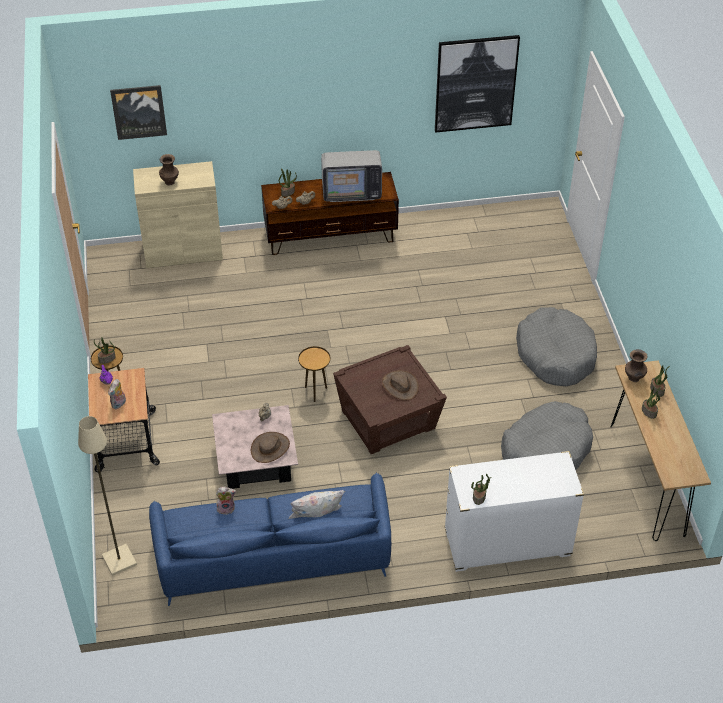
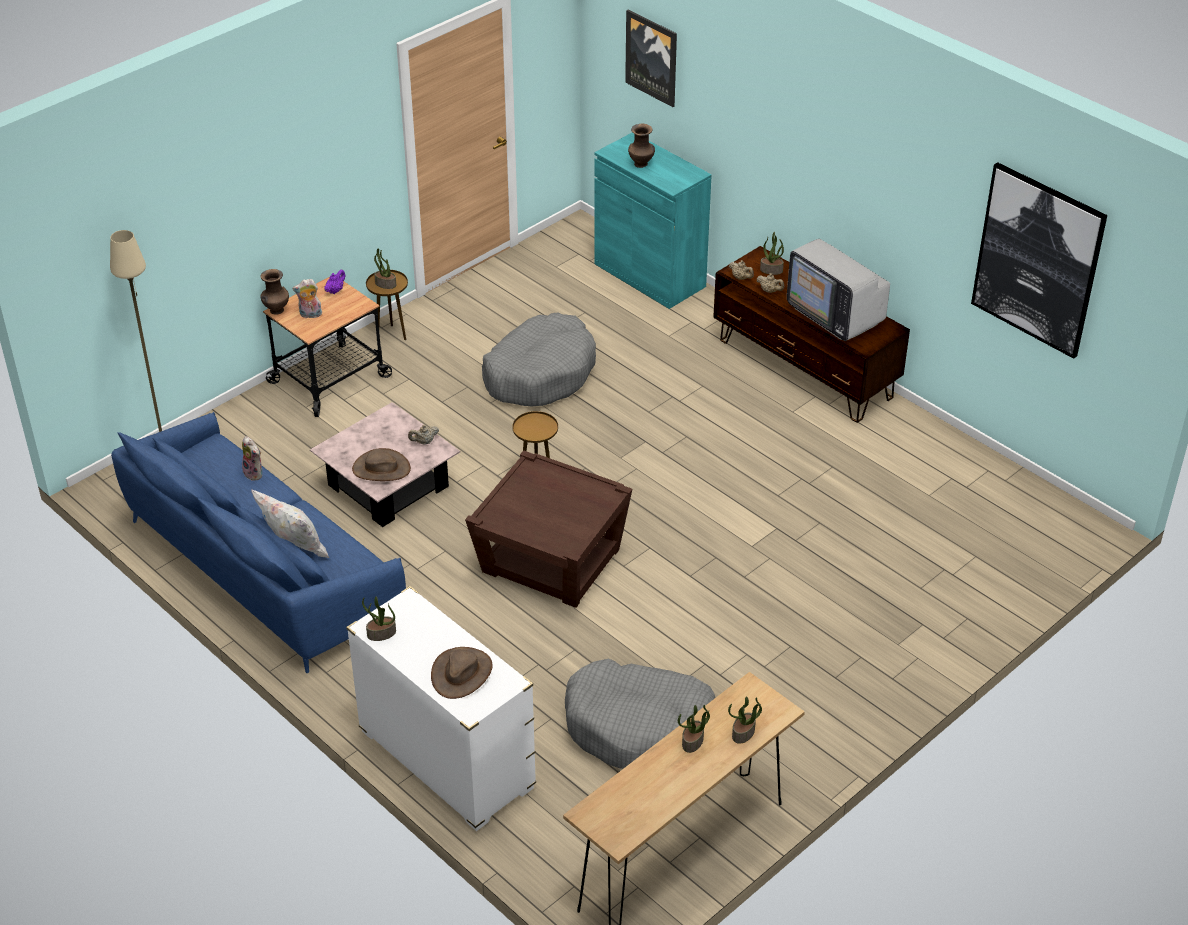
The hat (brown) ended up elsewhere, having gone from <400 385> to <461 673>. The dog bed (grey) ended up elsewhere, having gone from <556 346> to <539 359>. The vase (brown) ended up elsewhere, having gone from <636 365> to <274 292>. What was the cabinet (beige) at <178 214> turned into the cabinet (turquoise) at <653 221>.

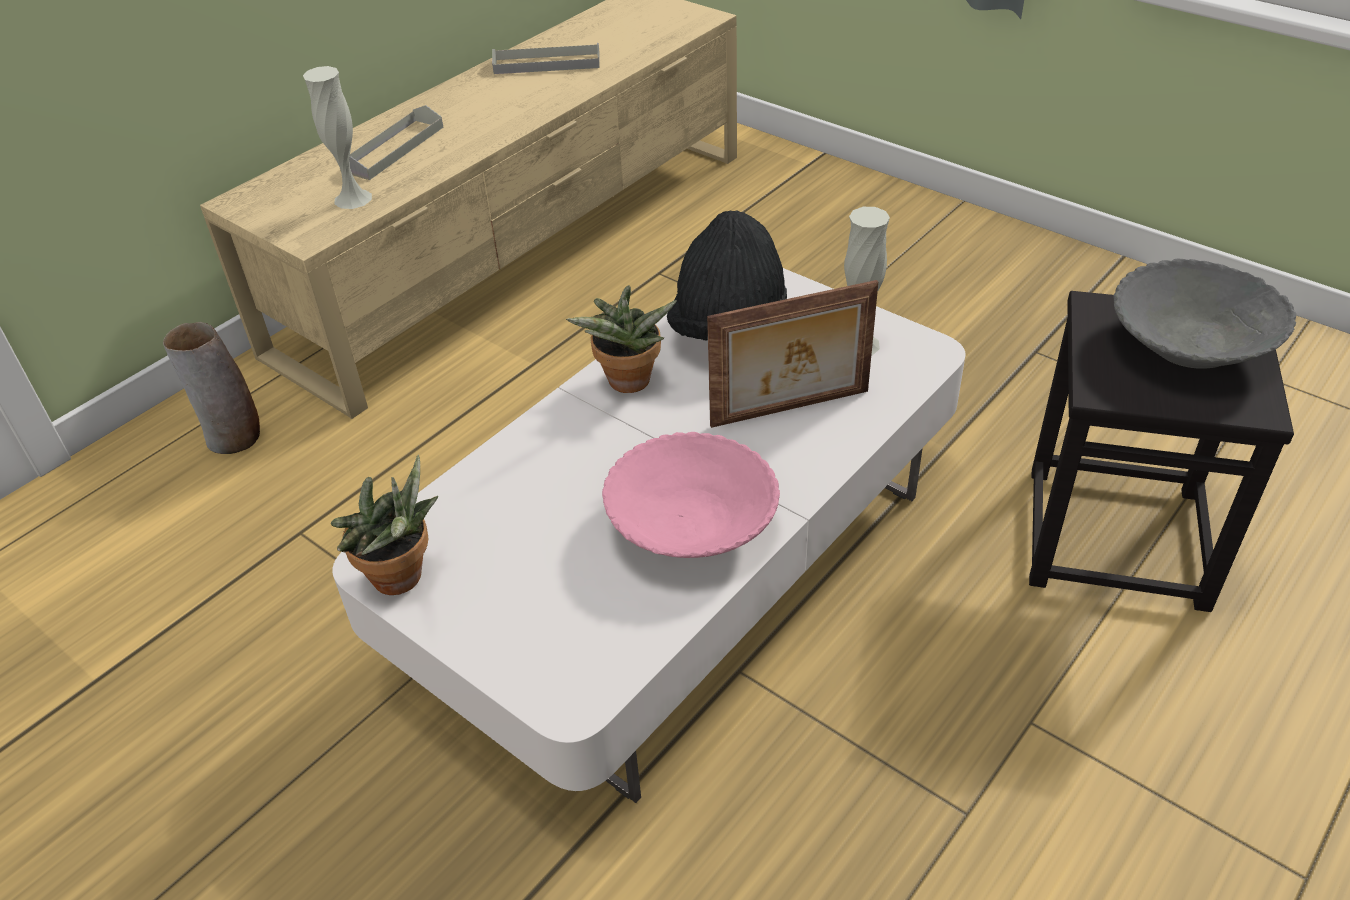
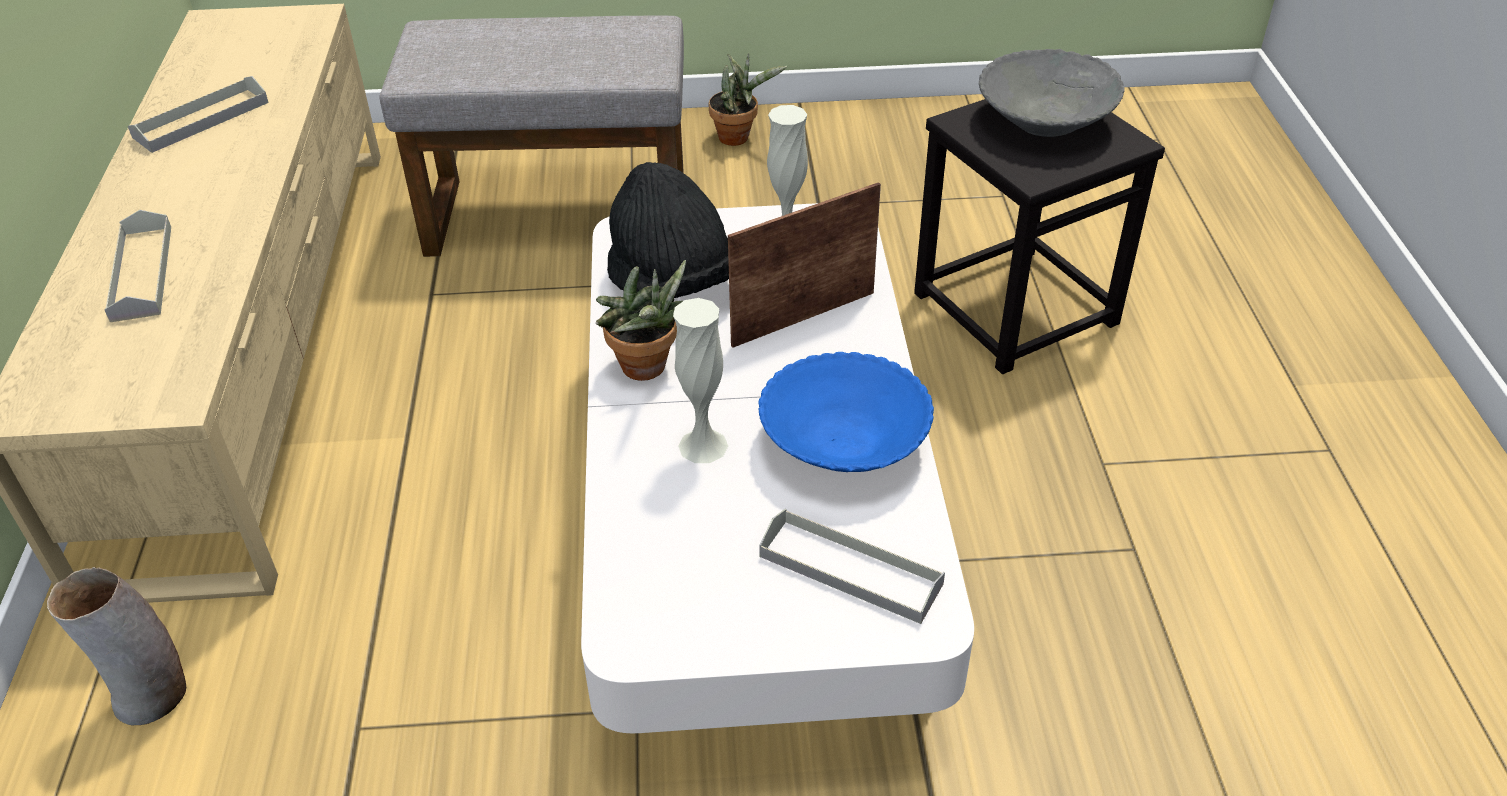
The second view gained the ottoman (grey) at <532 136>. The second view gained the tray (grey) at <852 566>. The vase (white) ended up elsewhere, having gone from <337 137> to <700 380>. The potted plant ended up elsewhere, having gone from <384 525> to <748 99>. What was the bowl (pink) at <691 495> turned into the bowl (blue) at <846 412>. The picture frame at <792 354> ended up facing another way, 150 degrees counterclockwise from before.

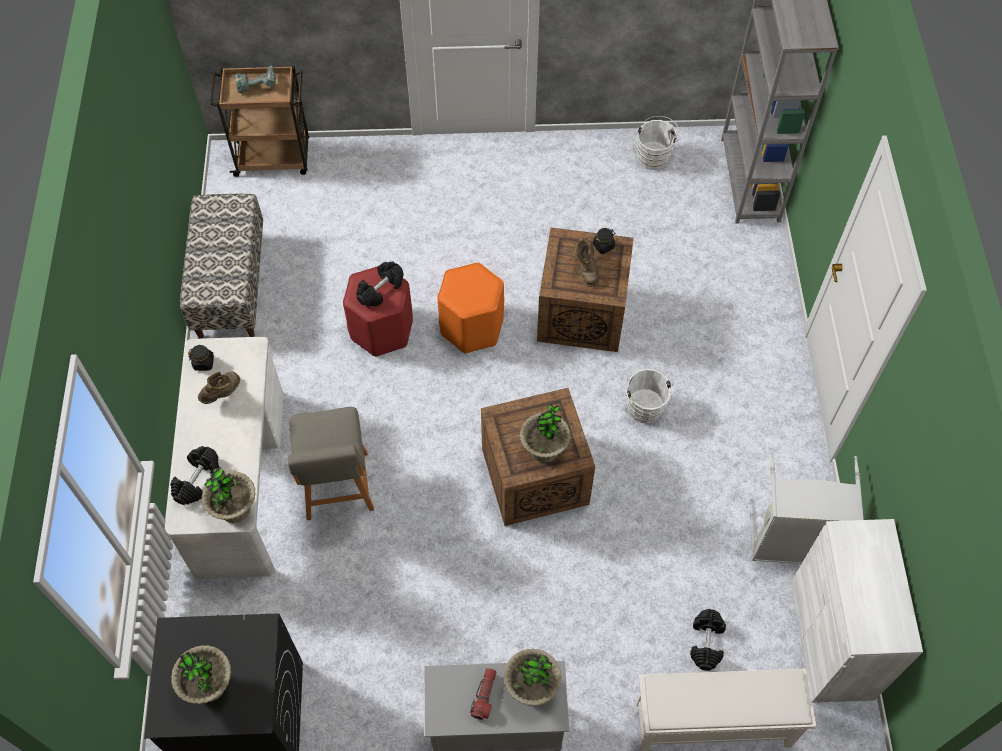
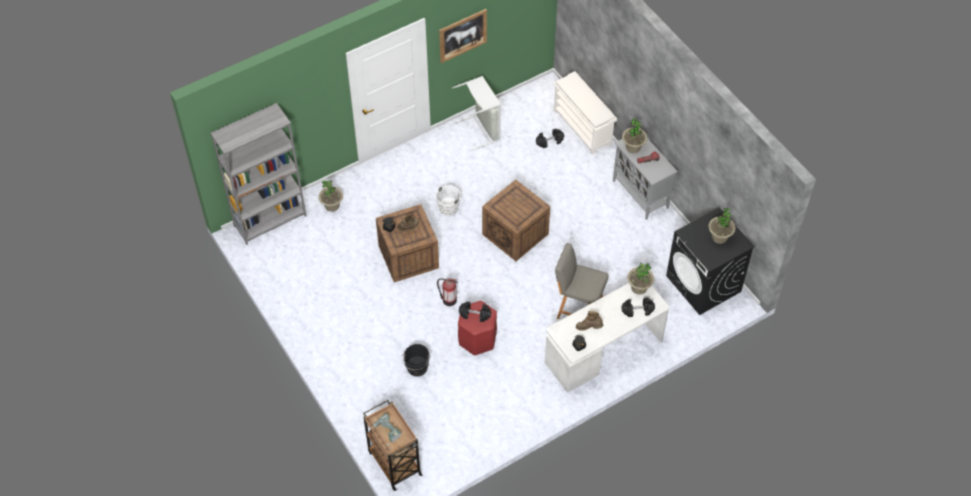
The second view lost the bench at <221 266>. The second view lost the bucket (white) at <658 143>. The second view lost the cabinet (white) at <857 611>. The second view gained the bucket (black) at <416 360>. The second view gained the picture at <463 36>. The potted plant ended up elsewhere, having gone from <545 433> to <331 196>. Where the stool (orange) stood at <470 308>, the fire extinguisher came to stand at <447 292>. The chair (grey) at <331 463> ended up facing another way, 120 degrees counterclockwise from before.

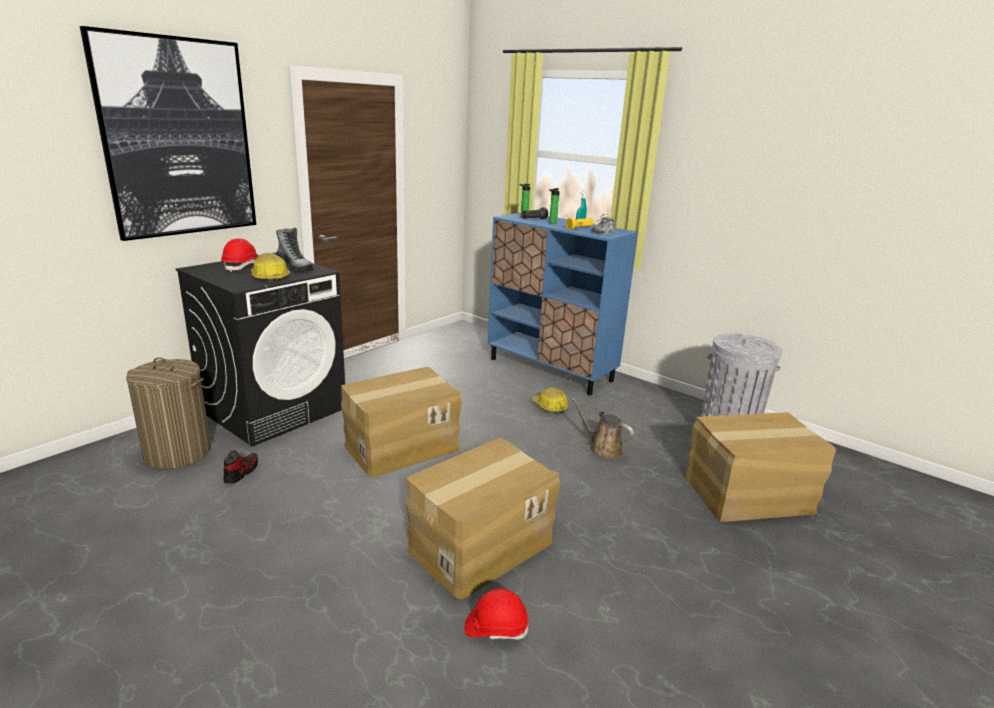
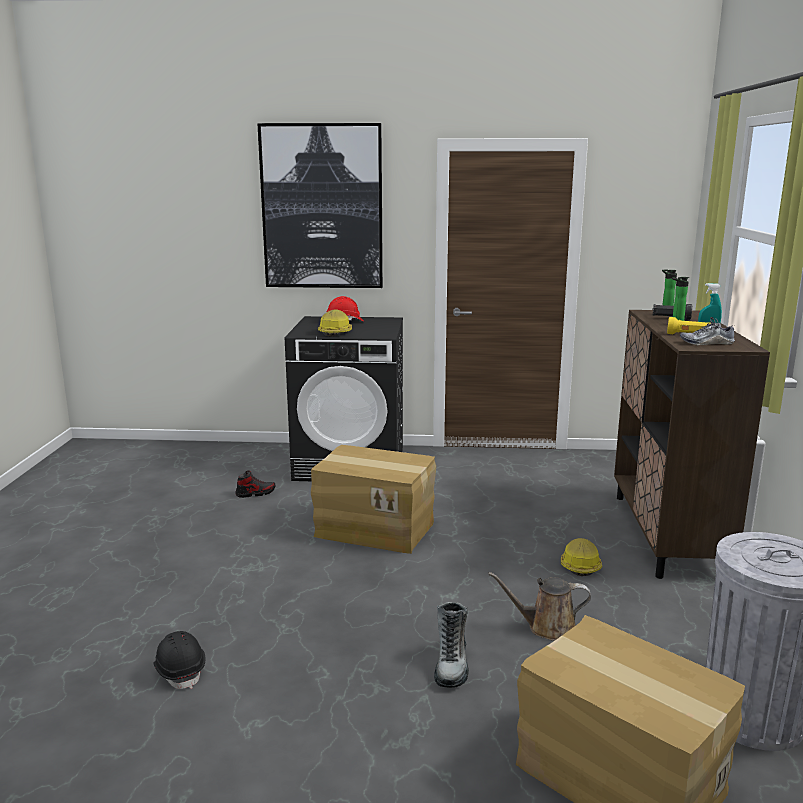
The second view lost the laundry basket at <168 413>. The second view lost the cardboard box at <482 519>. The boot ended up elsewhere, having gone from <295 250> to <451 645>. What was the hard hat (red) at <496 613> turned into the hard hat (black) at <179 660>. What was the cabinet (blue) at <563 304> turned into the cabinet (brown) at <692 444>. The watering can (brown) at <602 428> ended up facing another way, 90 degrees counterclockwise from before.

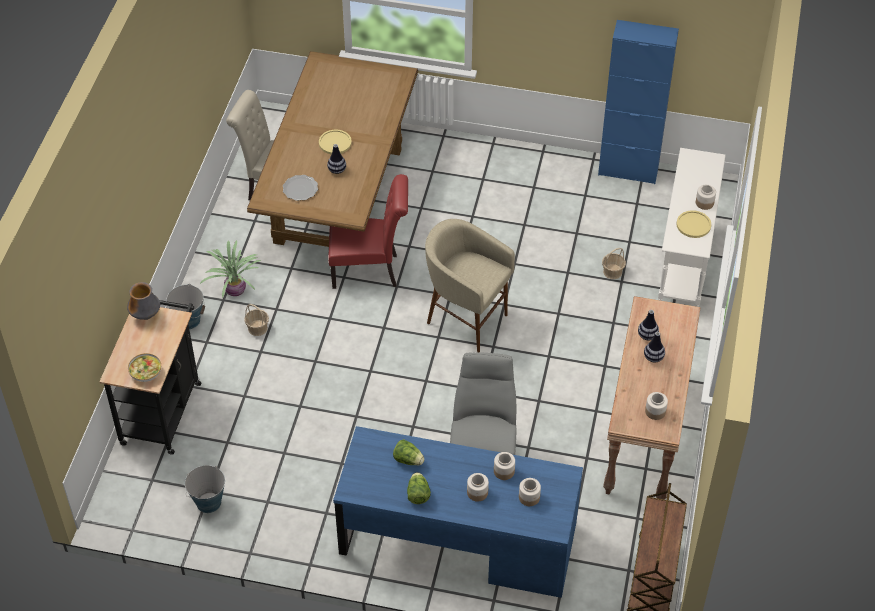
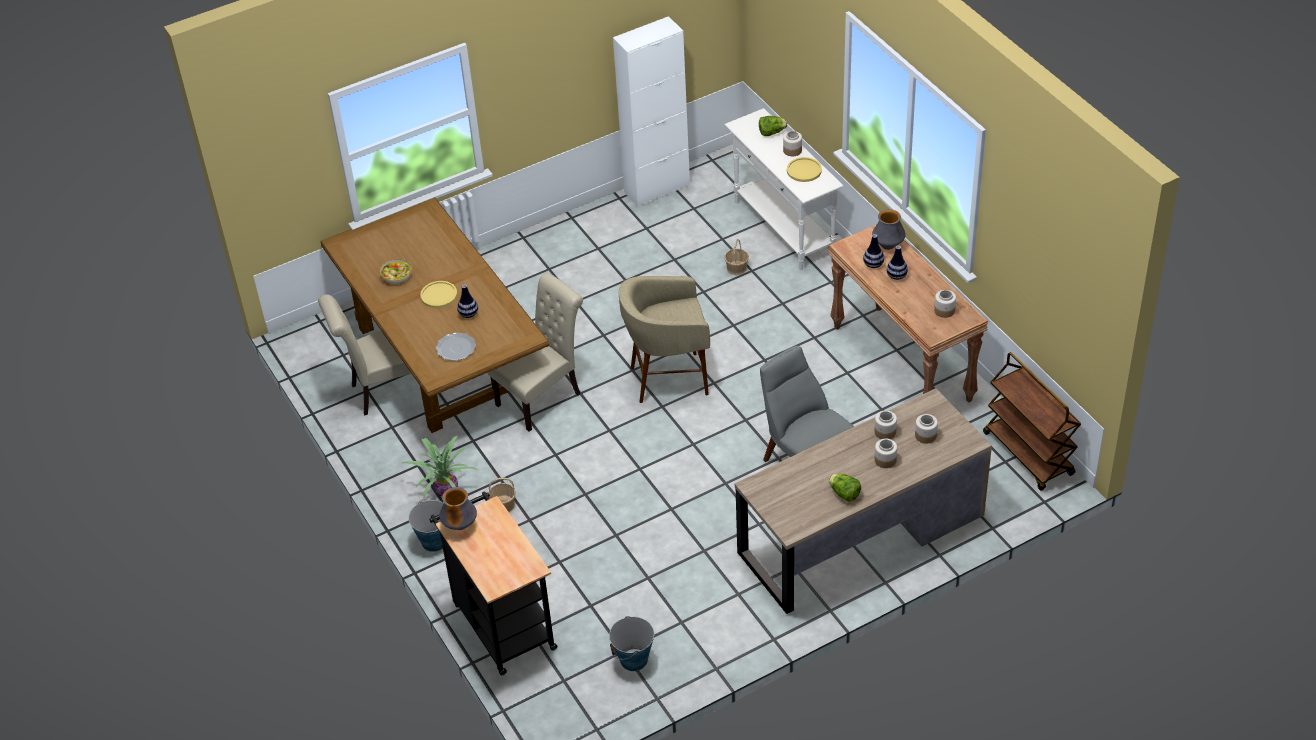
The second view gained the vase at <889 229>. The bowl ended up elsewhere, having gone from <144 367> to <396 271>. The lettuce ended up elsewhere, having gone from <409 452> to <773 126>. What was the chair (red) at <368 231> turned into the chair (beige) at <535 352>. What was the desk (blue) at <458 512> turned into the desk (brown) at <863 501>. What was the cabinet (blue) at <638 102> turned into the cabinet (white) at <651 111>.

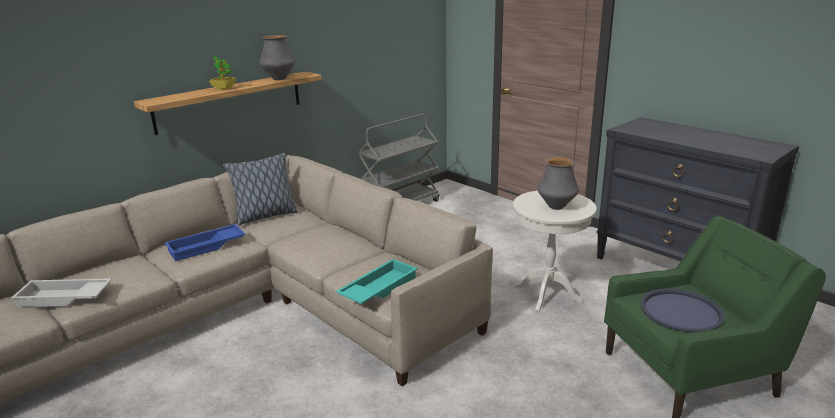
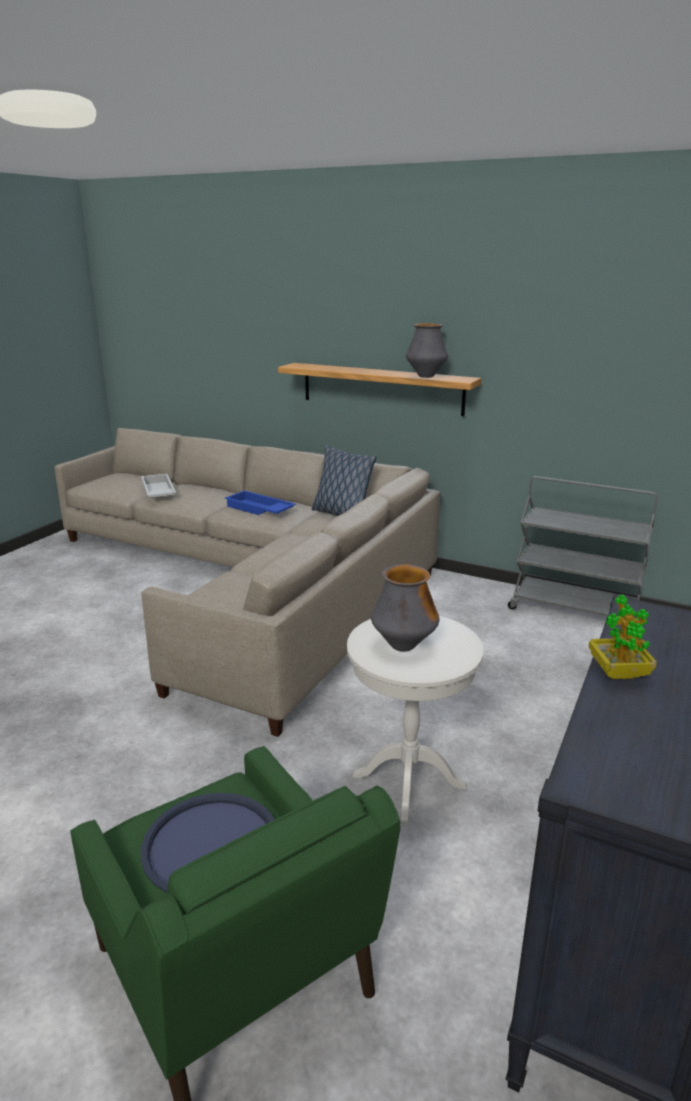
The second view lost the tray (turquoise) at <377 281>. The potted plant ended up elsewhere, having gone from <222 73> to <622 637>.

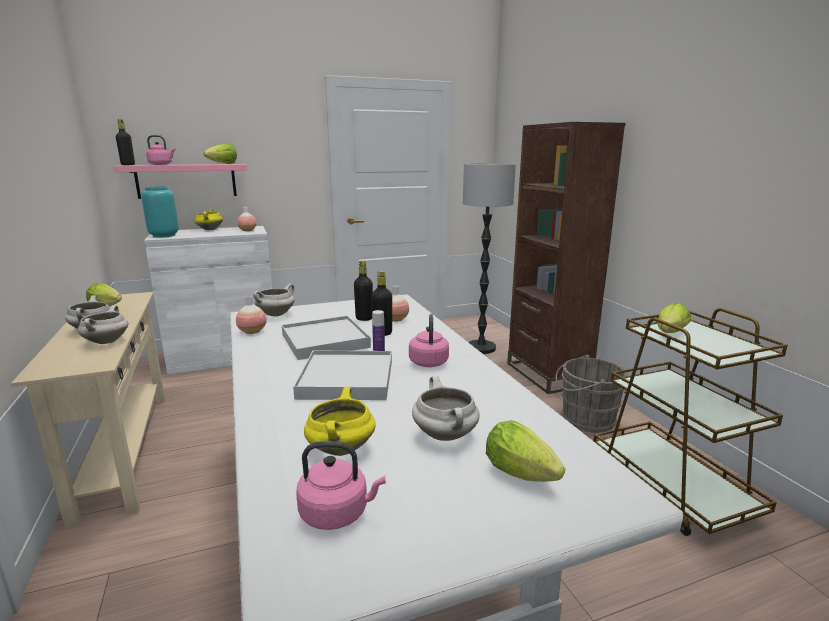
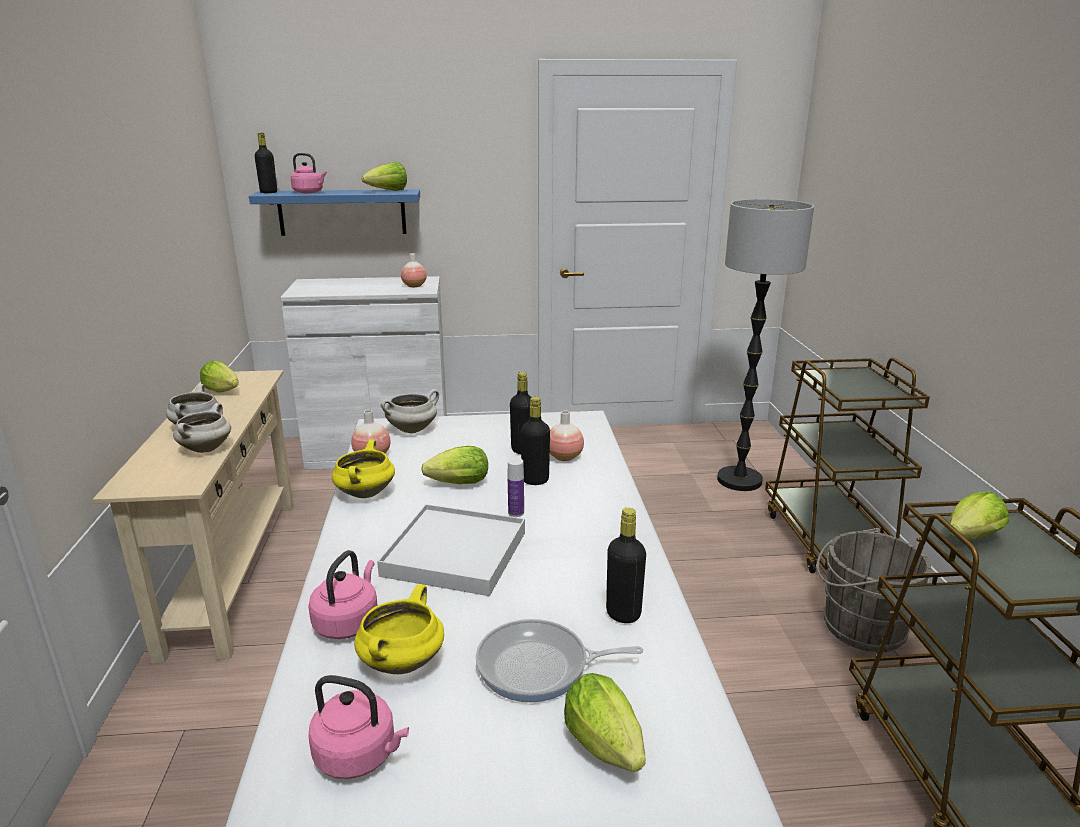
The second view lost the vase (turquoise) at <160 212>. The second view gained the bottle (black) at <626 565>. The cooking pot (yellow) ended up elsewhere, having gone from <208 219> to <363 469>. The kettle (pink) ended up elsewhere, having gone from <429 340> to <343 594>. Where the tray (white) stood at <326 338>, the lettuce came to stand at <454 465>. Where the cooking pot (white) stood at <446 408>, the frying pan came to stand at <559 661>. Where the bookcase (brown) stood at <566 258>, the cart (brown) came to stand at <847 465>. What was the shelf (pink) at <180 181> turned into the shelf (blue) at <334 212>.

